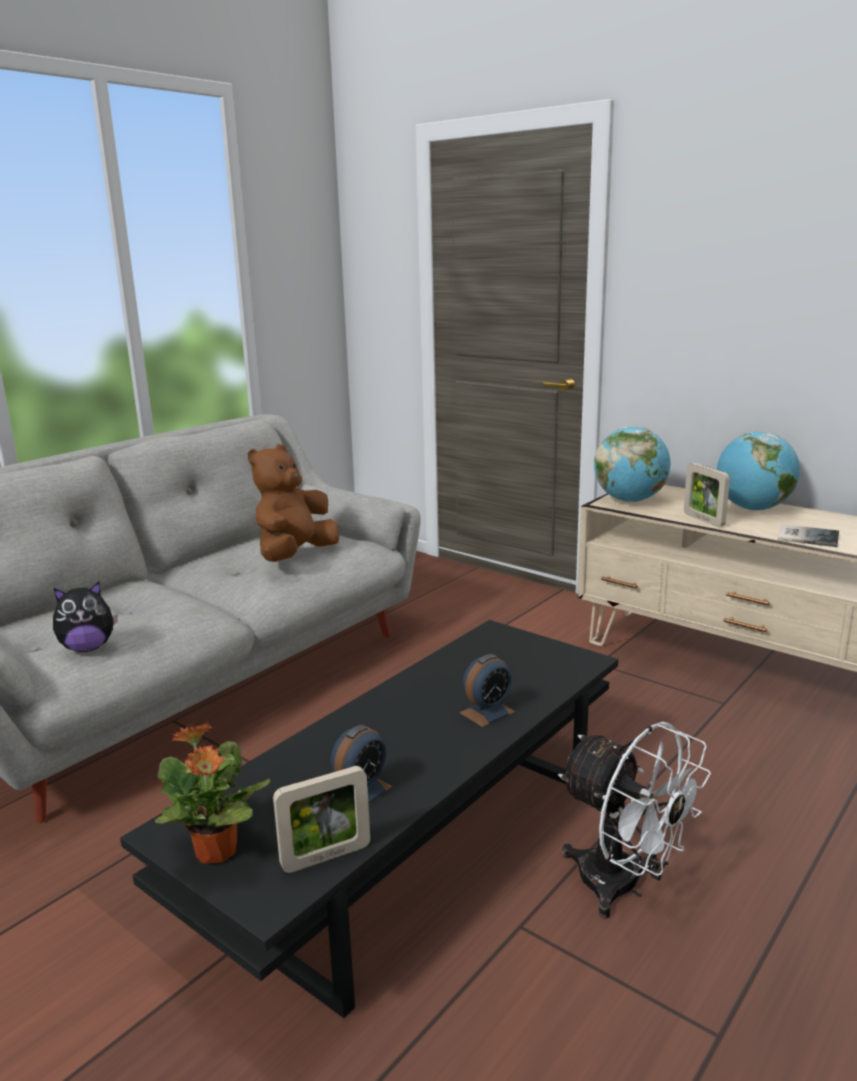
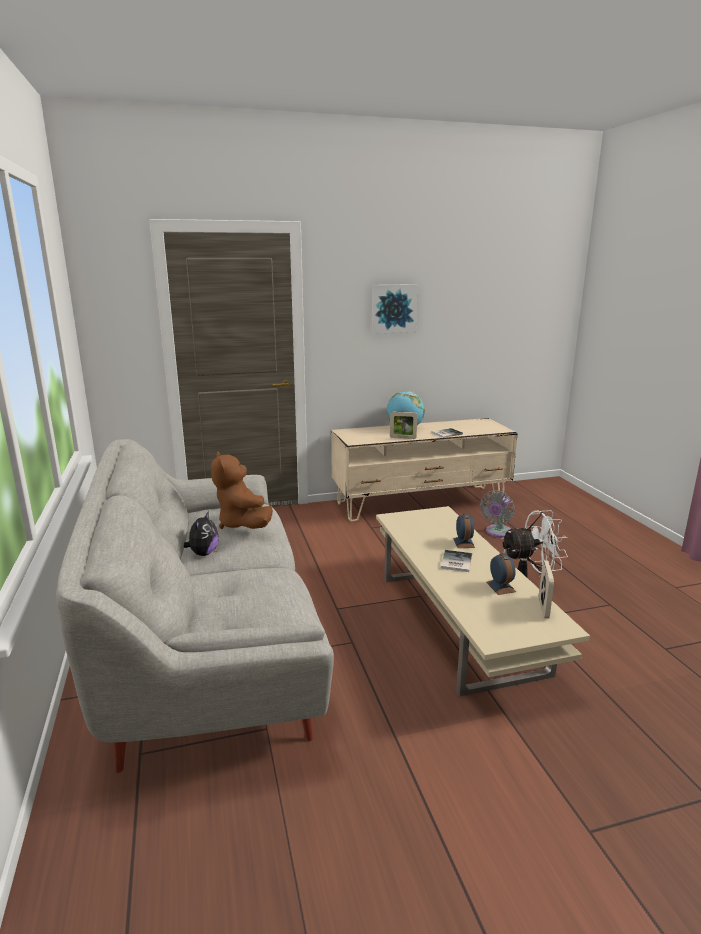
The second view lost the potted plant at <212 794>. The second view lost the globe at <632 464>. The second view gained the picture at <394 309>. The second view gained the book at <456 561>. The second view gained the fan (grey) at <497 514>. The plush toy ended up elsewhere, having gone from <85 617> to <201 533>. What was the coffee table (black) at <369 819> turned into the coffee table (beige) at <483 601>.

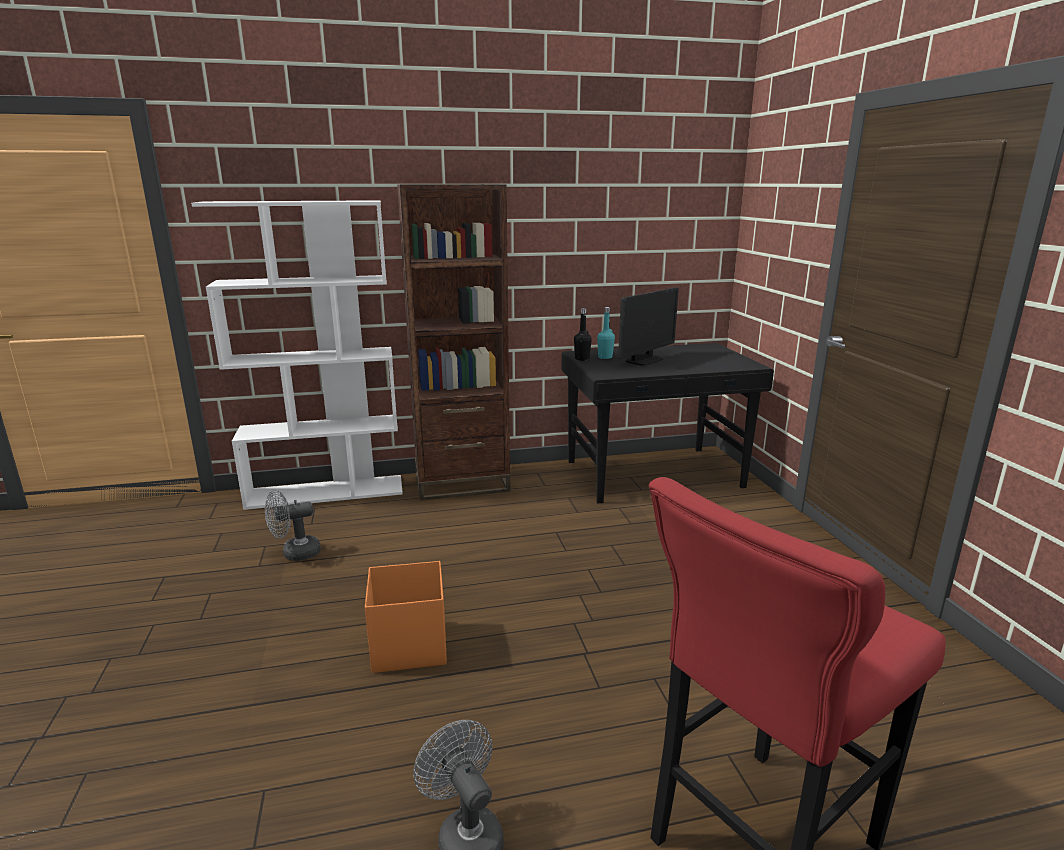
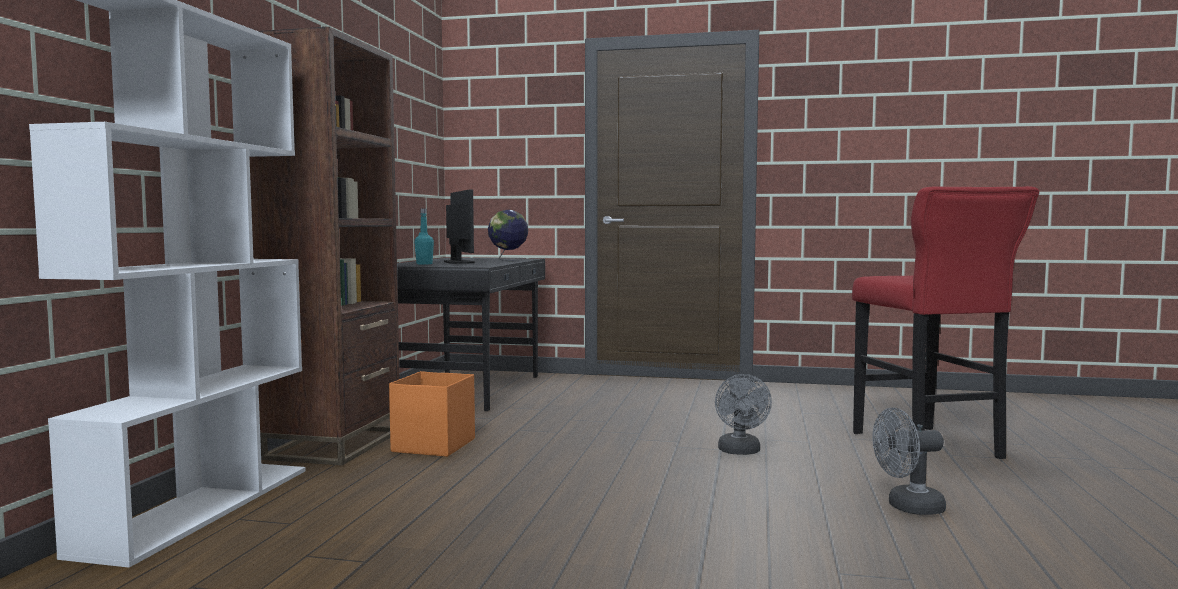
The second view lost the bottle (black) at <583 334>. The second view gained the globe at <508 236>. The fan (grey) ended up elsewhere, having gone from <293 525> to <743 414>. The storage box (orange) ended up elsewhere, having gone from <406 617> to <432 414>.

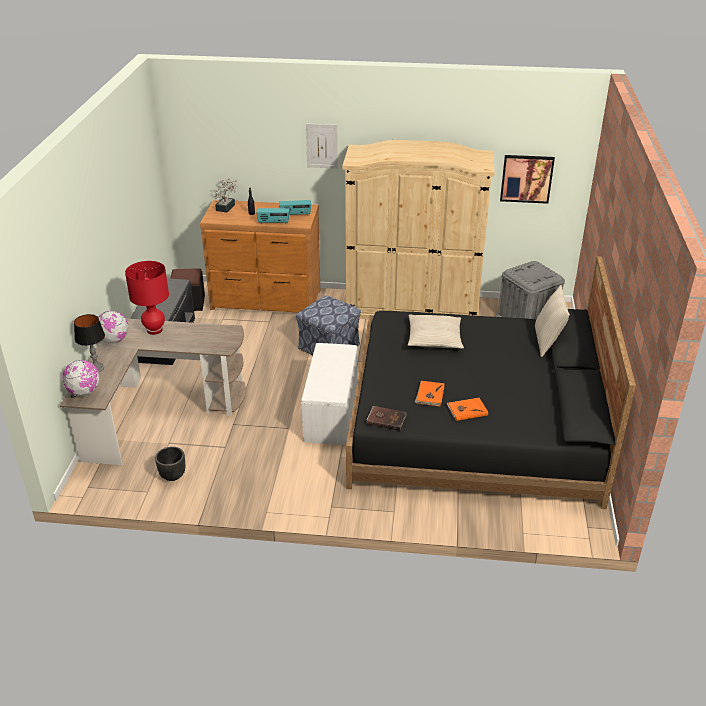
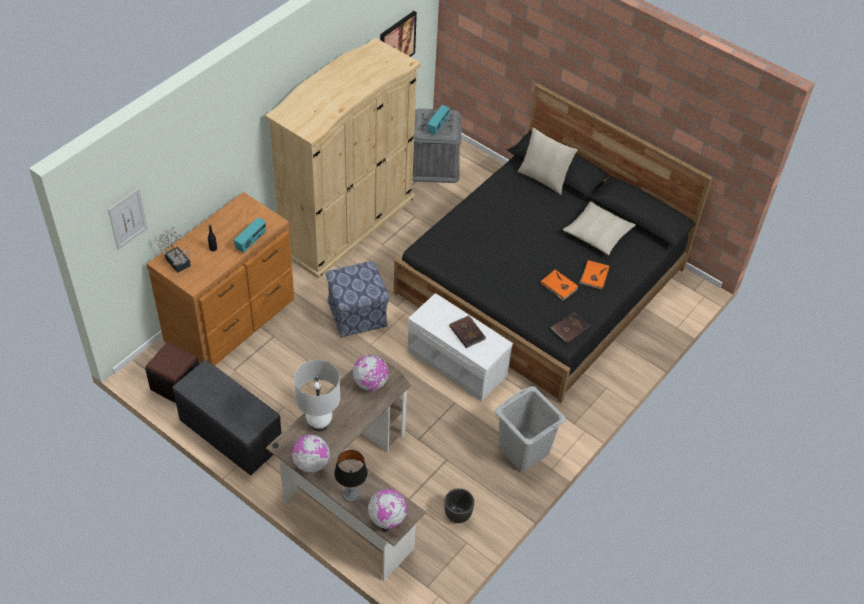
The second view gained the globe at <371 373>. The second view gained the book (brown) at <468 331>. The second view gained the laundry basket (grey) at <530 428>. The radio ended up elsewhere, having gone from <295 208> to <438 120>. The picture ended up elsewhere, having gone from <322 146> to <128 219>. The pillow (beige) ended up elsewhere, having gone from <436 331> to <599 228>. What was the table lamp (red) at <147 298> turned into the table lamp (white) at <317 395>.

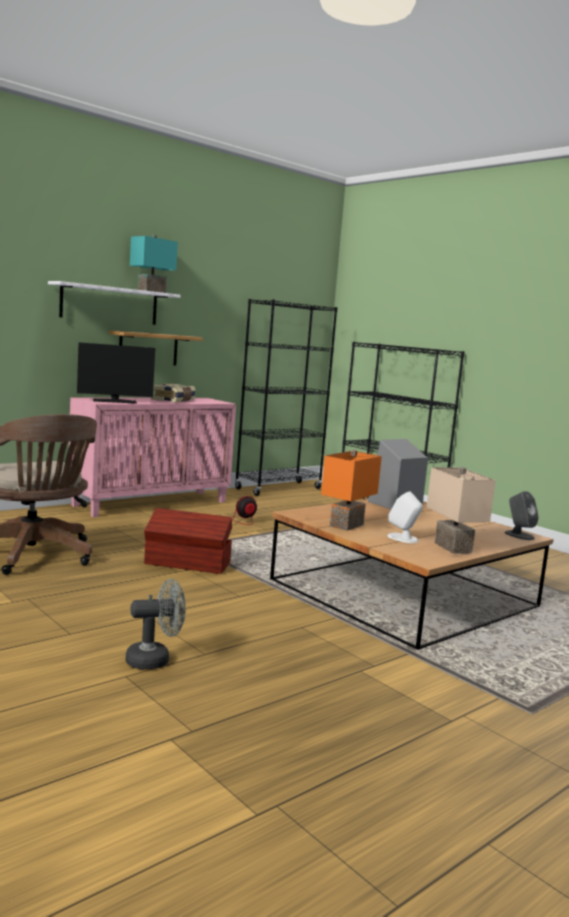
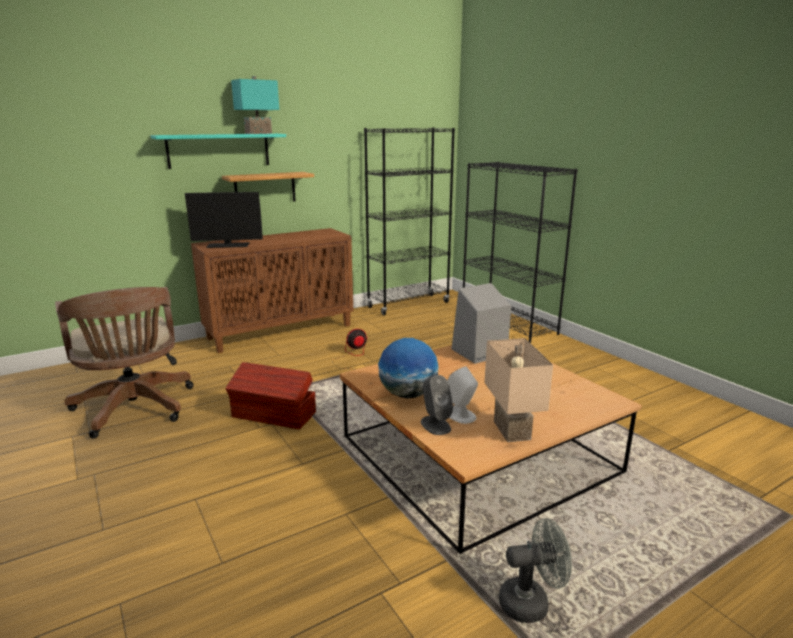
The second view lost the book at <173 392>. The fan (grey) ended up elsewhere, having gone from <155 624> to <535 570>. The speaker (grey) ended up elsewhere, having gone from <522 515> to <437 405>. Where the table lamp (orange) stood at <351 490>, the globe came to stand at <408 368>. What was the shelf (white) at <114 303> turned into the shelf (turquoise) at <218 151>. What was the cabinet (pink) at <152 457> turned into the cabinet (brown) at <272 290>.

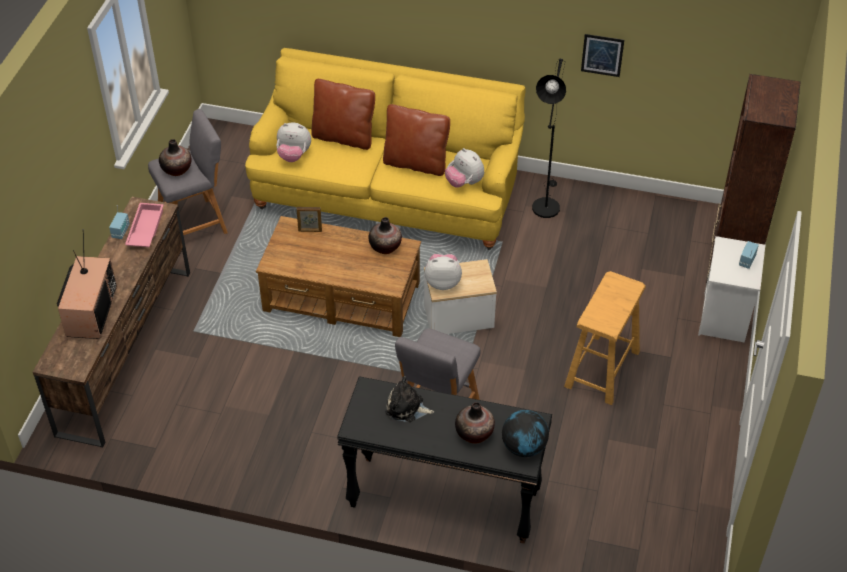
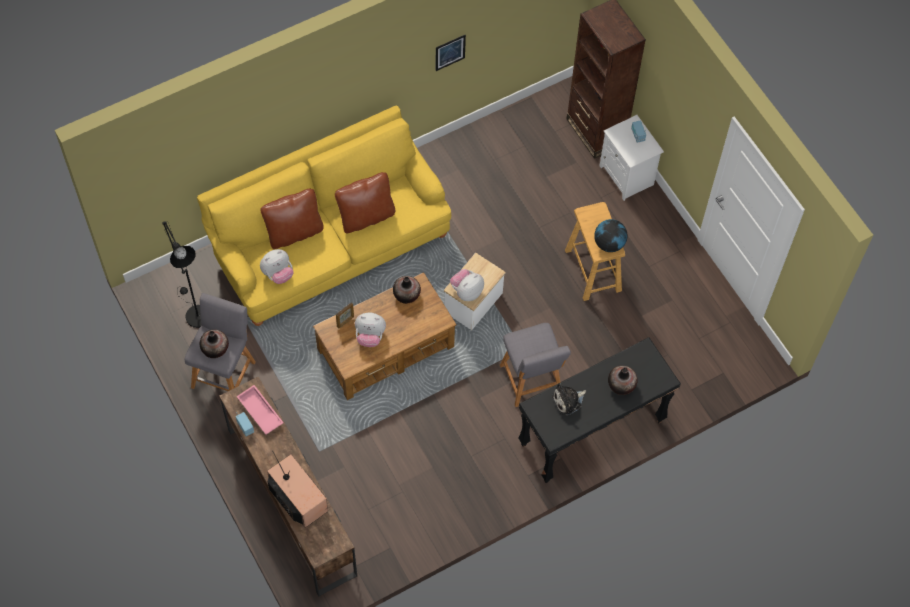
The plush toy ended up elsewhere, having gone from <464 168> to <370 329>. The globe ended up elsewhere, having gone from <525 433> to <611 235>. The floor lamp (black) ended up elsewhere, having gone from <549 138> to <182 274>.

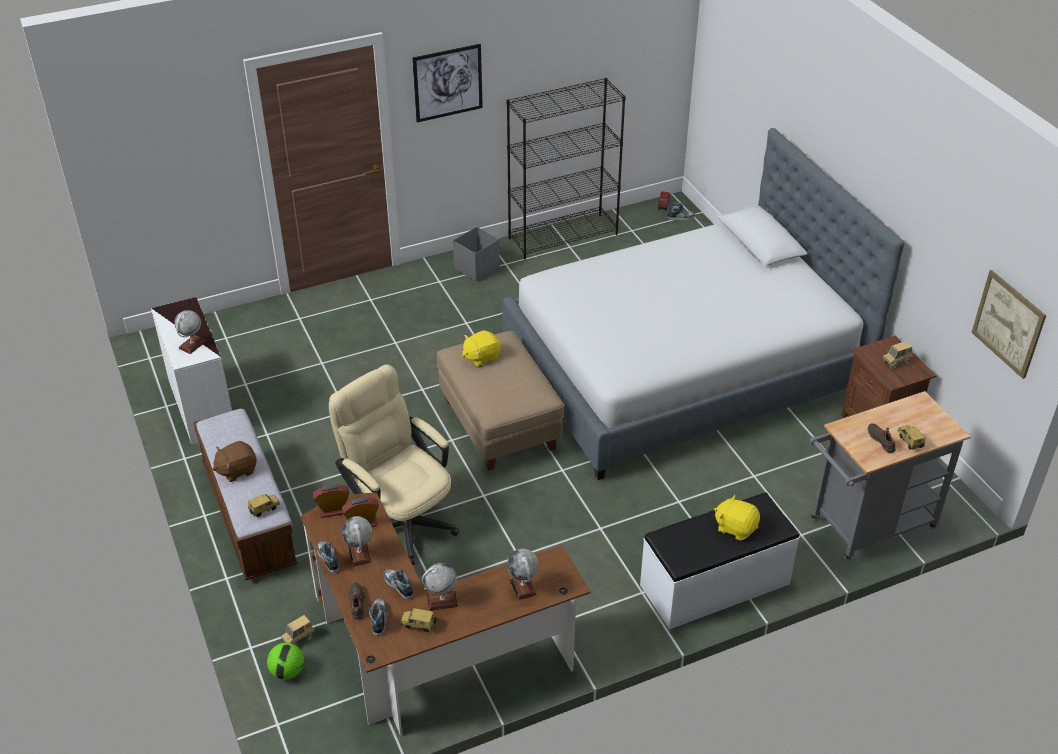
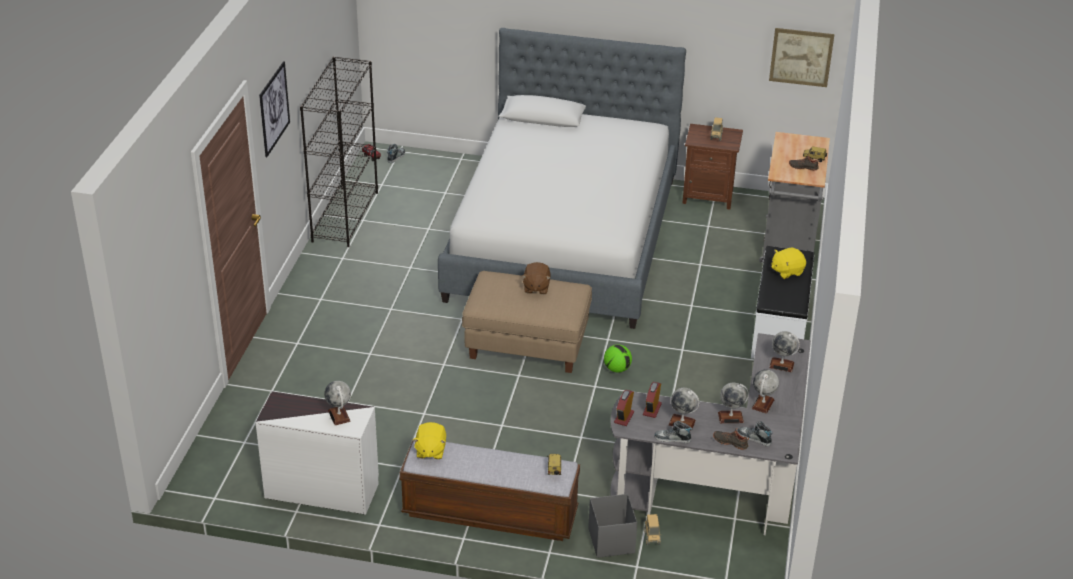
The second view lost the office chair (beige) at <394 464>. The second view lost the toy car at <419 620>. The plush toy (brown) ended up elsewhere, having gone from <234 461> to <536 278>. The football ended up elsewhere, having gone from <285 661> to <618 358>. The storage box (grey) ended up elsewhere, having gone from <476 254> to <612 526>. The plush toy (yellow) ended up elsewhere, having gone from <481 348> to <429 440>. Where the shoe stood at <398 584>, the globe came to stand at <733 403>. What was the desk (brown) at <446 614> turned into the desk (grey) at <711 434>.

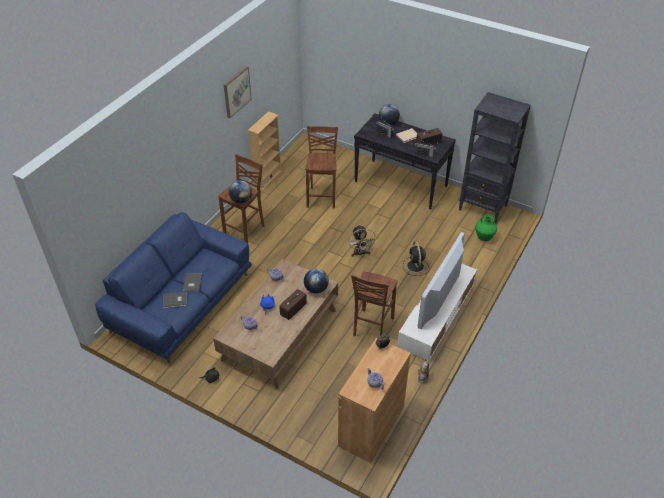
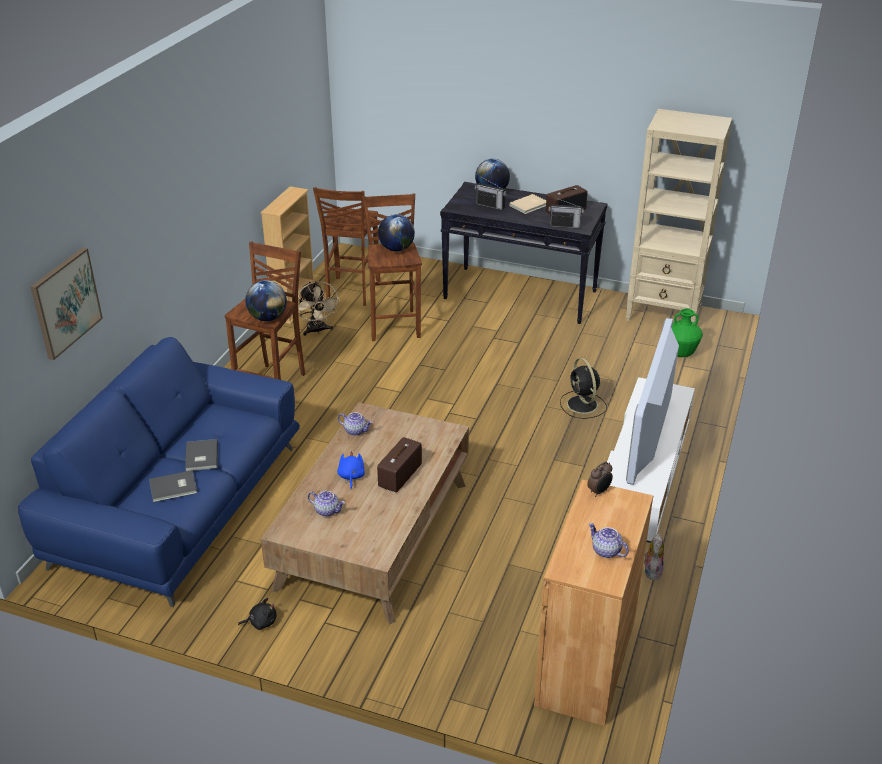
The picture ended up elsewhere, having gone from <238 92> to <66 303>. The globe ended up elsewhere, having gone from <316 281> to <396 232>. The fan (beige) ended up elsewhere, having gone from <362 241> to <319 308>. The stool (brown) ended up elsewhere, having gone from <374 304> to <347 246>. What was the bookcase (black) at <495 157> turned into the bookcase (beige) at <679 216>.

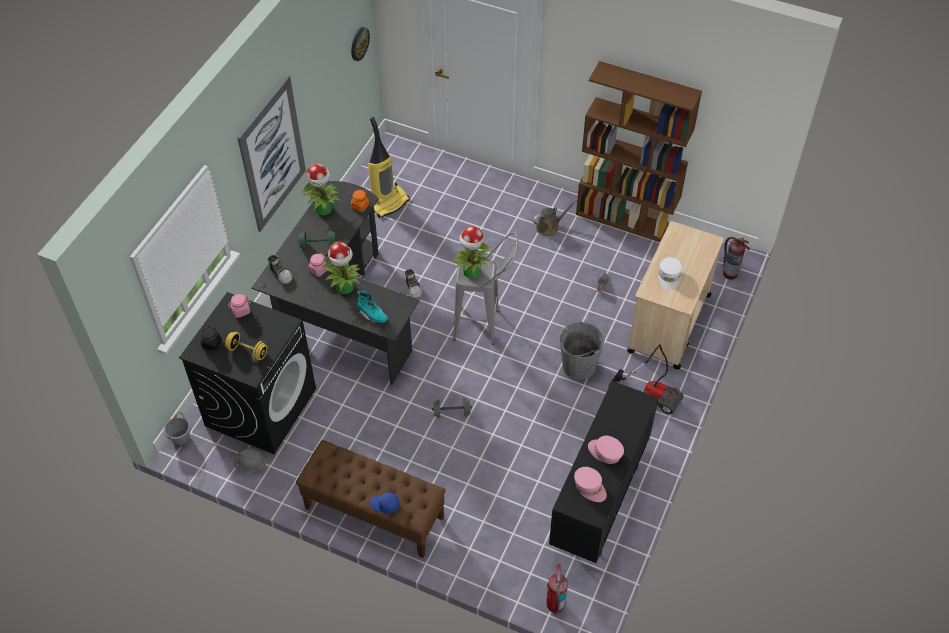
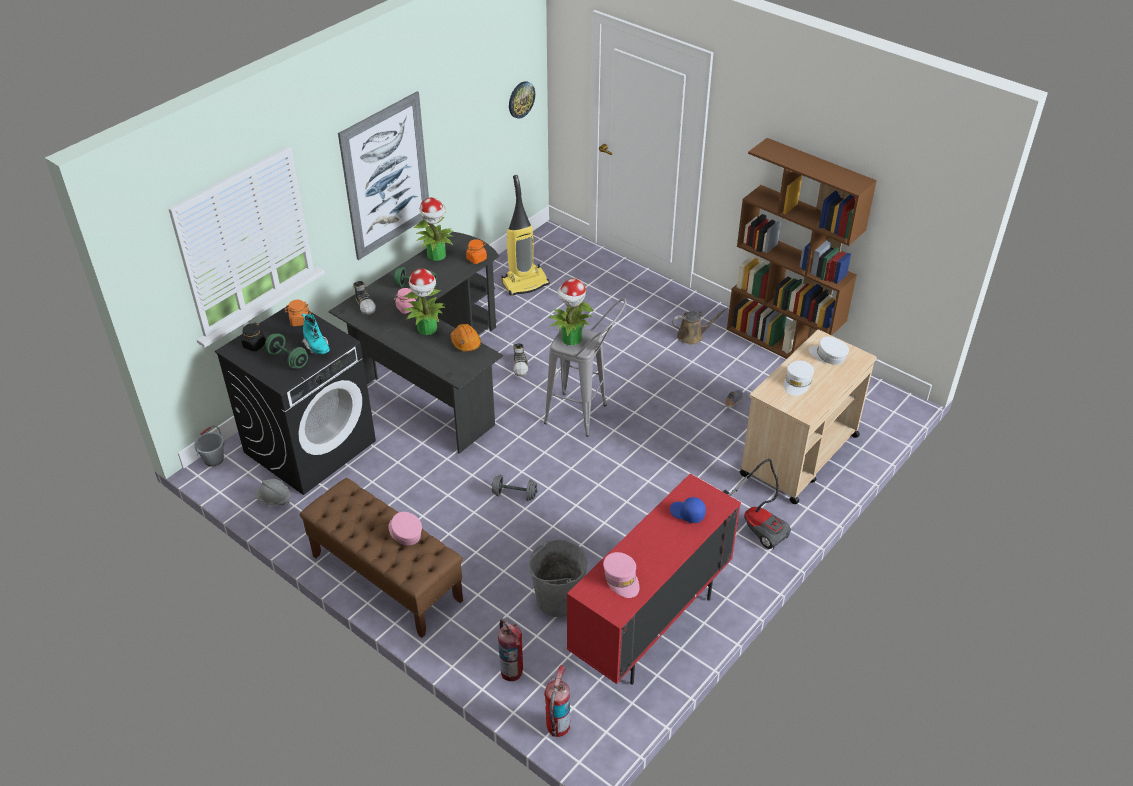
The second view gained the hard hat (orange) at <466 338>. The second view gained the cap (white) at <829 350>. The boot (turquoise) ended up elsewhere, having gone from <372 306> to <316 333>. The cap (blue) ended up elsewhere, having gone from <384 503> to <688 510>. The bucket (grey) ended up elsewhere, having gone from <582 351> to <558 578>. The cap (pink) ended up elsewhere, having gone from <606 450> to <405 528>. The fire extinguisher ended up elsewhere, having gone from <736 258> to <510 649>. What was the dumbbell (yellow) at <246 346> turned into the dumbbell (green) at <286 351>. What was the jar (pink) at <239 306> turned into the jar (orange) at <298 313>. What was the cabinet (black) at <604 472> turned into the cabinet (red) at <654 579>.

